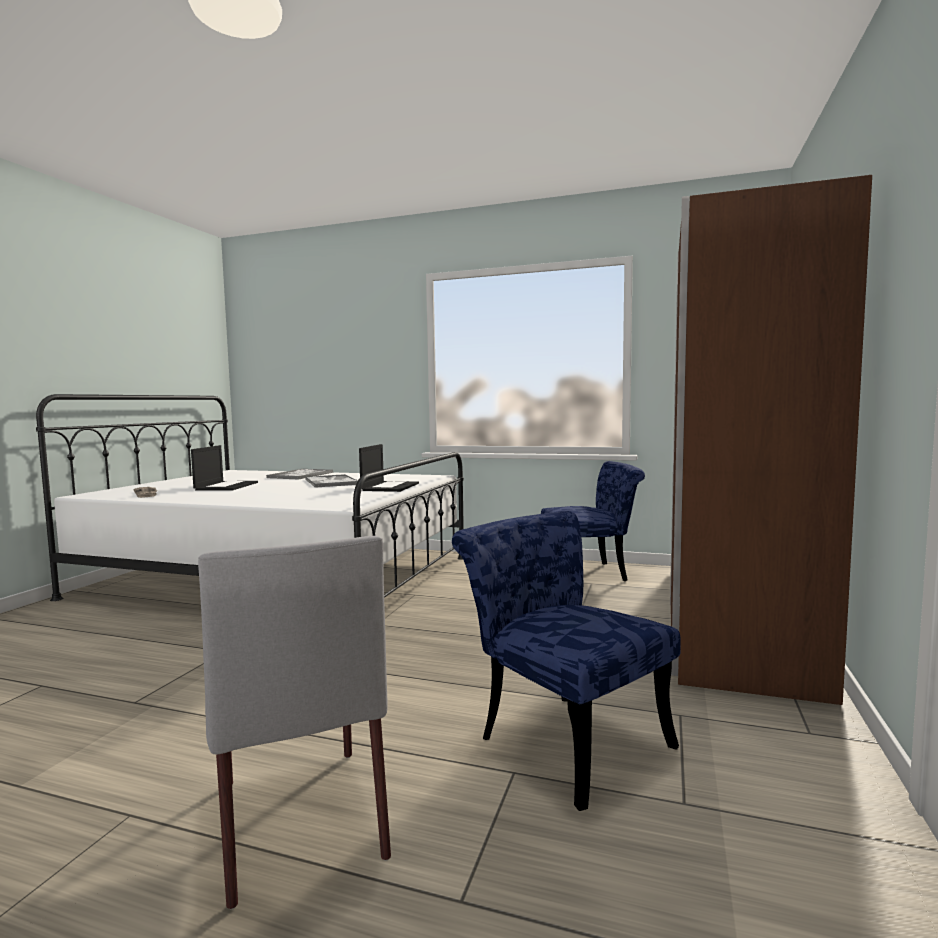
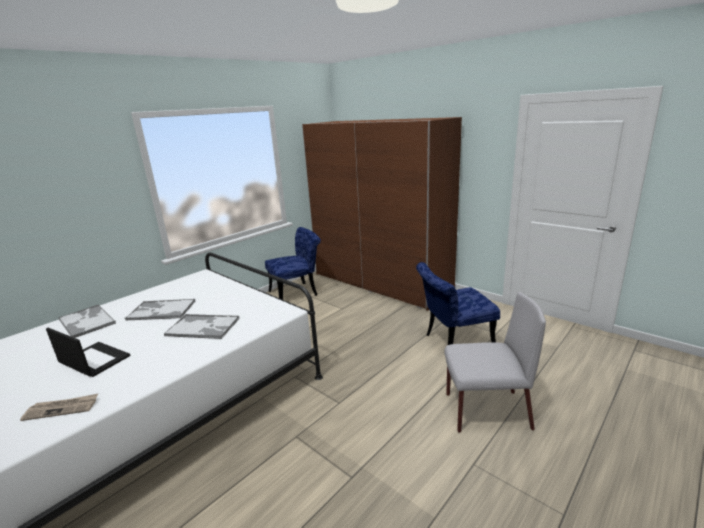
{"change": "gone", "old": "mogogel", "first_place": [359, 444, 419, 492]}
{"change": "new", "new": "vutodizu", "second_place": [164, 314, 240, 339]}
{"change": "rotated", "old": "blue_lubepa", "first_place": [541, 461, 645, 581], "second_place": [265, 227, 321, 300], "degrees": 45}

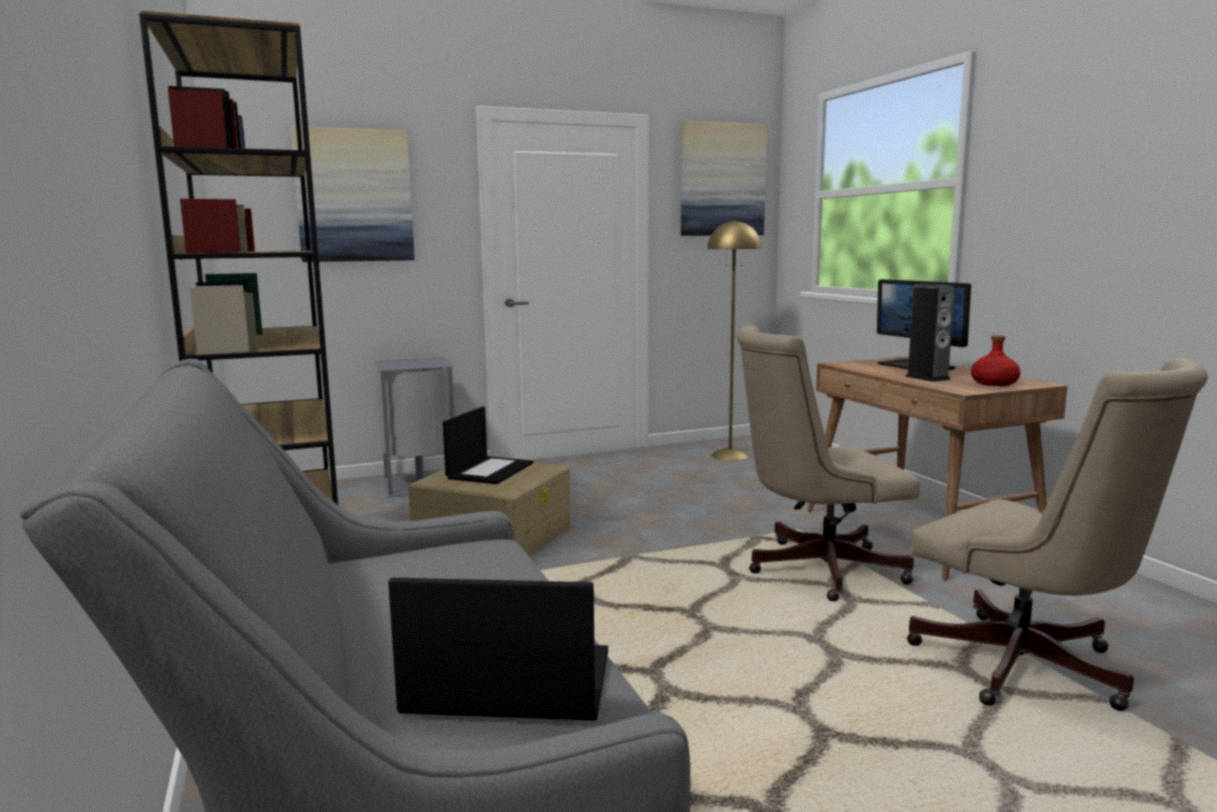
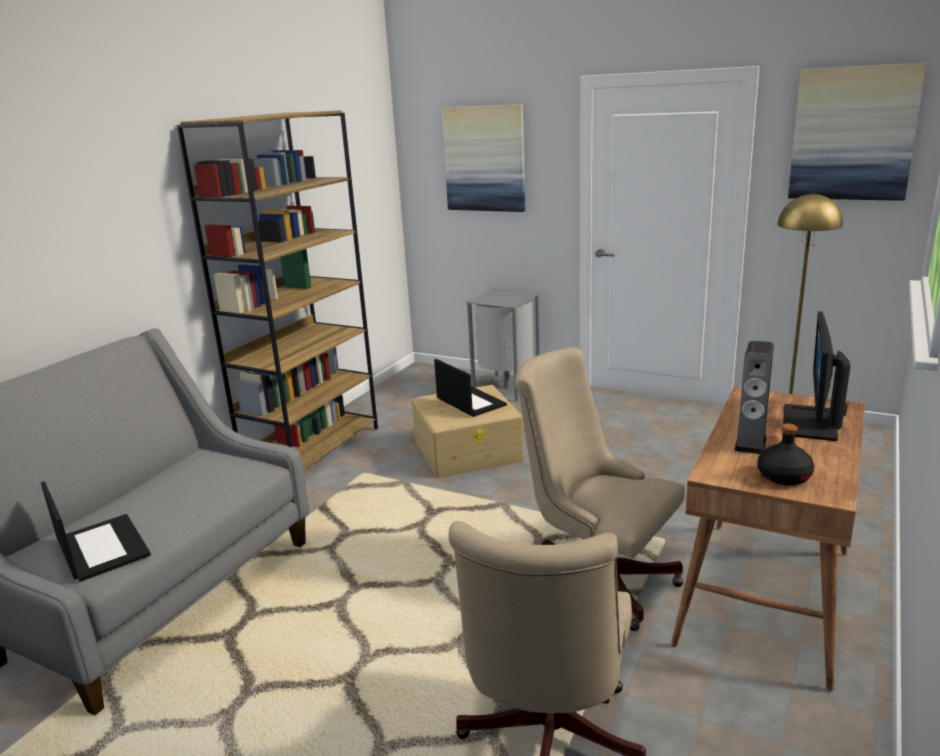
{"change": "repainted", "old": "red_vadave", "new": "black_vadave", "first_place": [971, 335, 1021, 386], "second_place": [757, 424, 814, 485]}
{"change": "rotated", "old": "mogogel", "first_place": [443, 406, 533, 484], "second_place": [434, 359, 507, 417], "degrees": -105}

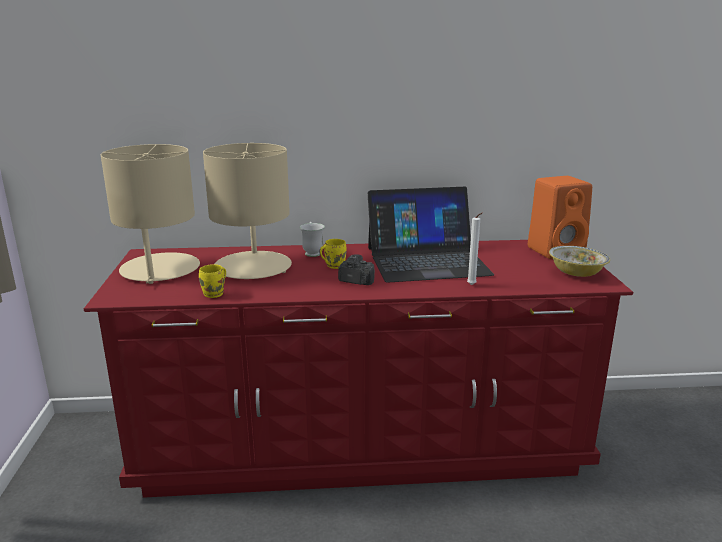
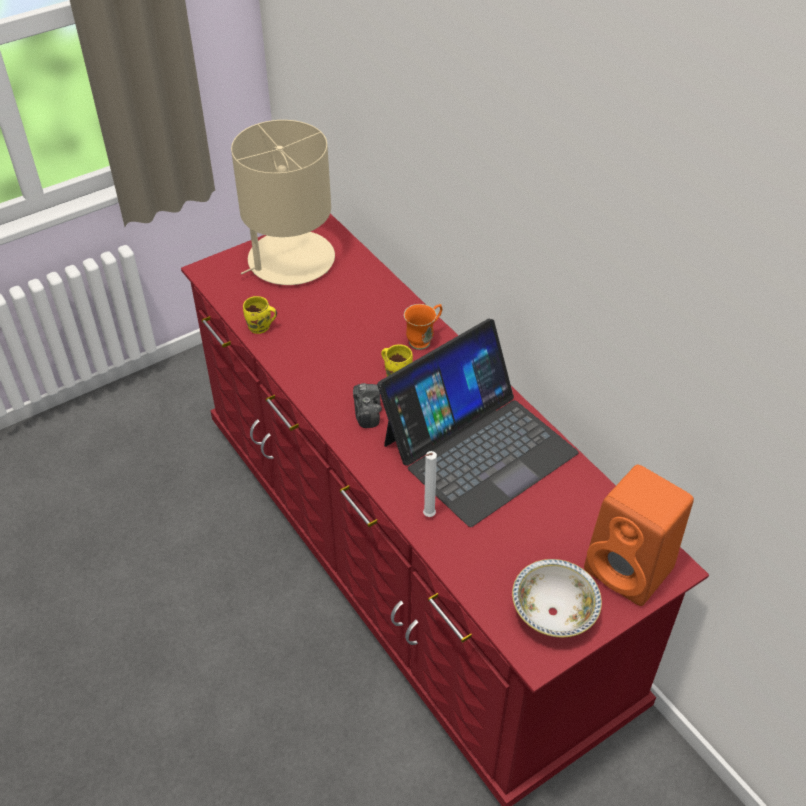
{"change": "gone", "old": "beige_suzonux", "first_place": [203, 143, 292, 279]}
{"change": "repainted", "old": "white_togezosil", "new": "orange_togezosil", "first_place": [300, 222, 325, 257], "second_place": [404, 304, 442, 350]}
{"change": "rotated", "old": "mogogel", "first_place": [367, 187, 494, 283], "second_place": [377, 318, 579, 527], "degrees": -90}

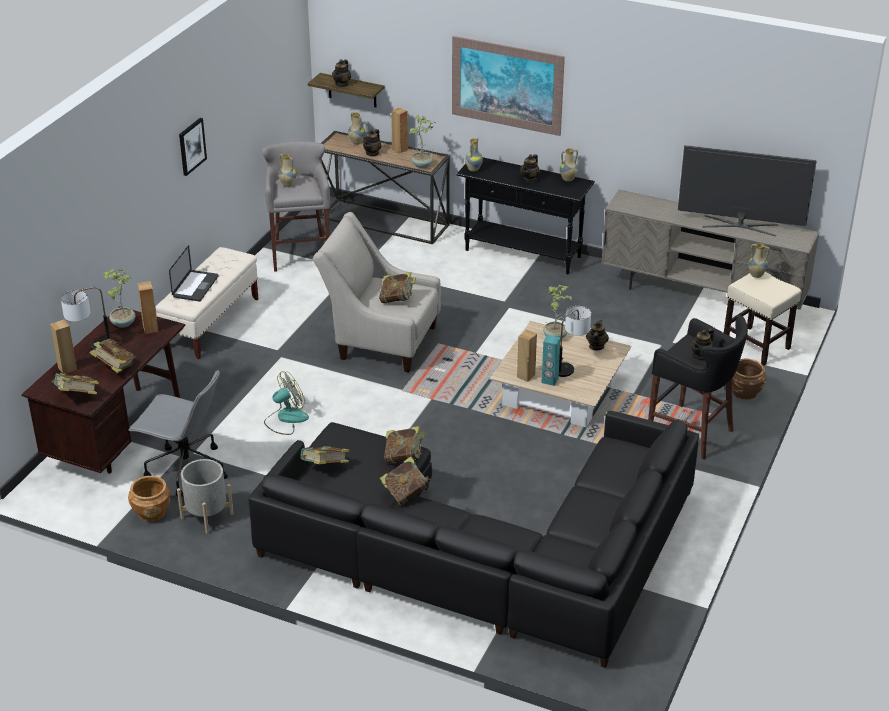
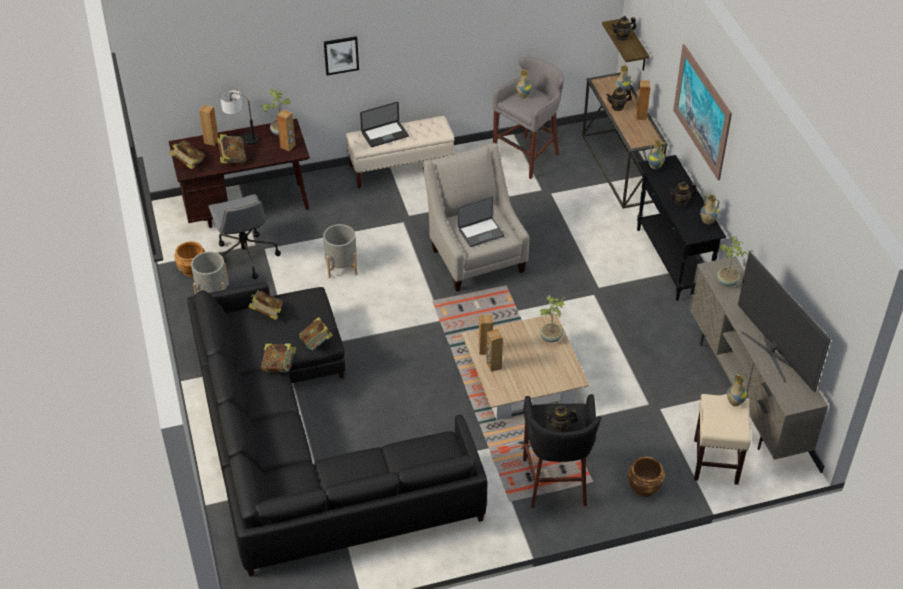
{"change": "gone", "old": "suzonux", "first_place": [559, 306, 591, 377]}
{"change": "gone", "old": "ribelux", "first_place": [586, 320, 609, 351]}
{"change": "shifted", "old": "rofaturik", "first_place": [179, 118, 207, 176], "second_place": [324, 36, 359, 75]}
{"change": "shifted", "old": "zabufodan", "first_place": [409, 115, 436, 168], "second_place": [717, 236, 754, 287]}
{"change": "swapped", "old": "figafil", "new": "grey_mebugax", "first_place": [264, 371, 309, 435], "second_place": [323, 224, 358, 278]}
{"change": "swapped", "old": "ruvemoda", "new": "mogogel", "first_place": [379, 272, 416, 304], "second_place": [458, 196, 505, 247]}
{"change": "repainted", "old": "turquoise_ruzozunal", "new": "brown_ruzozunal", "first_place": [541, 335, 560, 386], "second_place": [486, 329, 503, 372]}

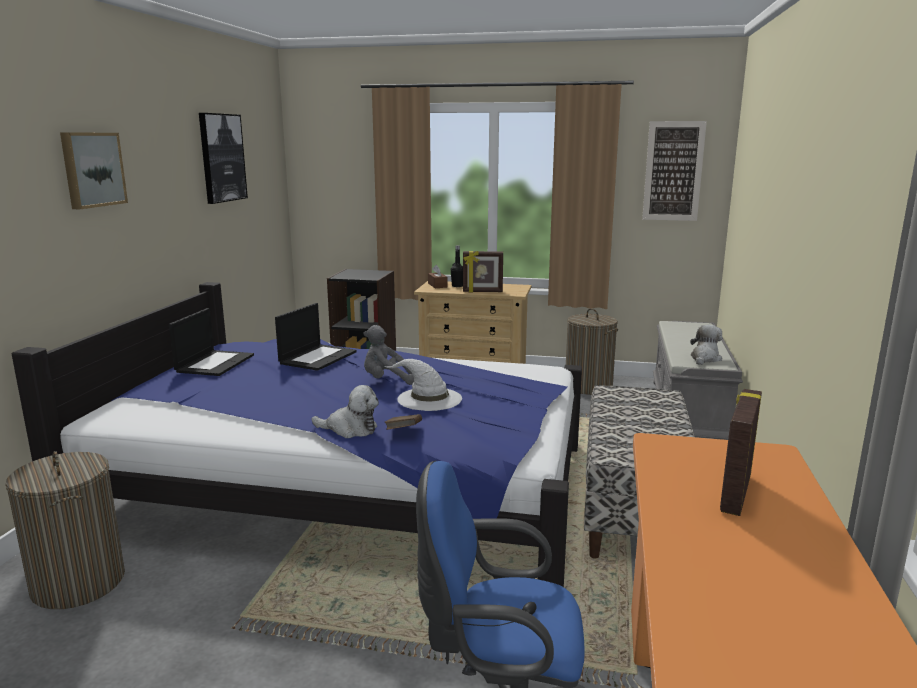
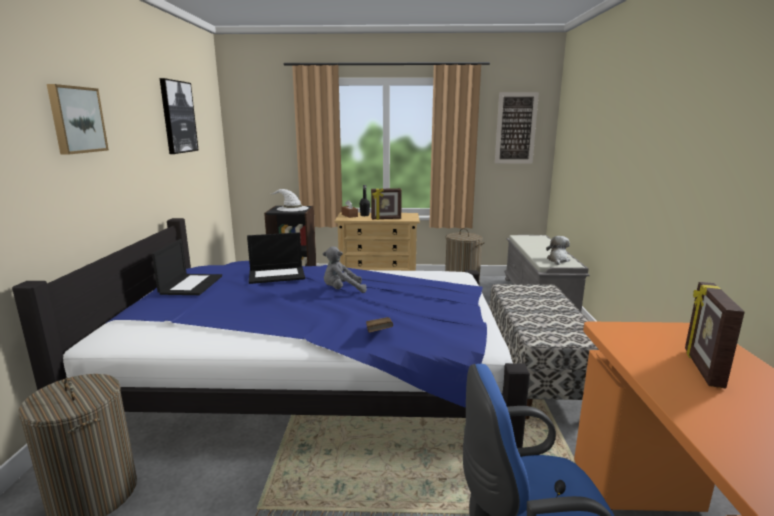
{"change": "gone", "old": "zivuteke", "first_place": [311, 385, 379, 438]}
{"change": "shifted", "old": "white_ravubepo", "first_place": [385, 359, 462, 411], "second_place": [269, 189, 308, 211]}
{"change": "rotated", "old": "mogogel", "first_place": [275, 303, 356, 371], "second_place": [247, 232, 305, 284], "degrees": 60}

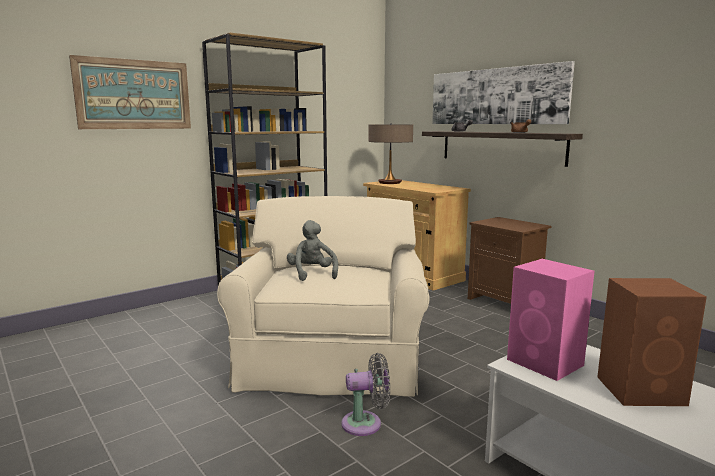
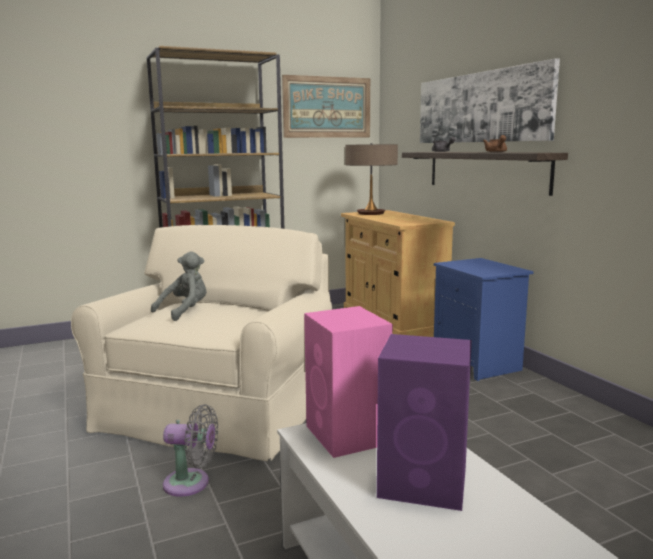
{"change": "shifted", "old": "rofaturik", "first_place": [69, 55, 191, 129], "second_place": [282, 75, 370, 138]}
{"change": "repainted", "old": "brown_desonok", "new": "blue_desonok", "first_place": [468, 217, 552, 304], "second_place": [434, 258, 534, 381]}
{"change": "repainted", "old": "brown_ruzozunal", "new": "purple_ruzozunal", "first_place": [597, 278, 707, 406], "second_place": [377, 334, 472, 511]}
{"change": "rotated", "old": "grey_zivuteke", "first_place": [287, 220, 338, 281], "second_place": [151, 252, 206, 321], "degrees": 45}

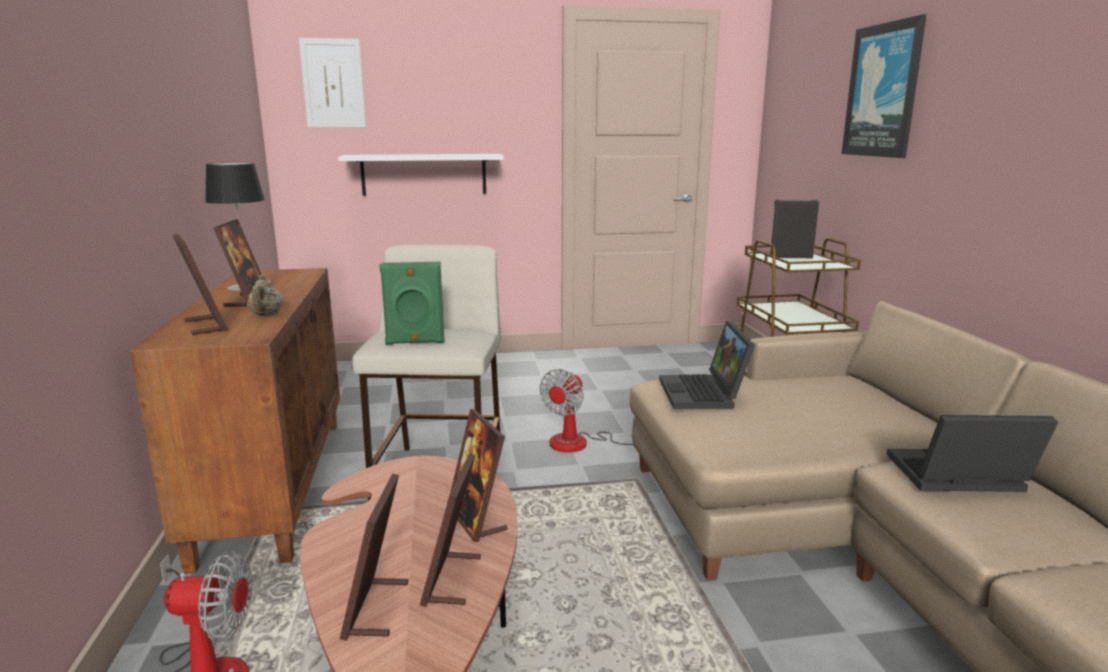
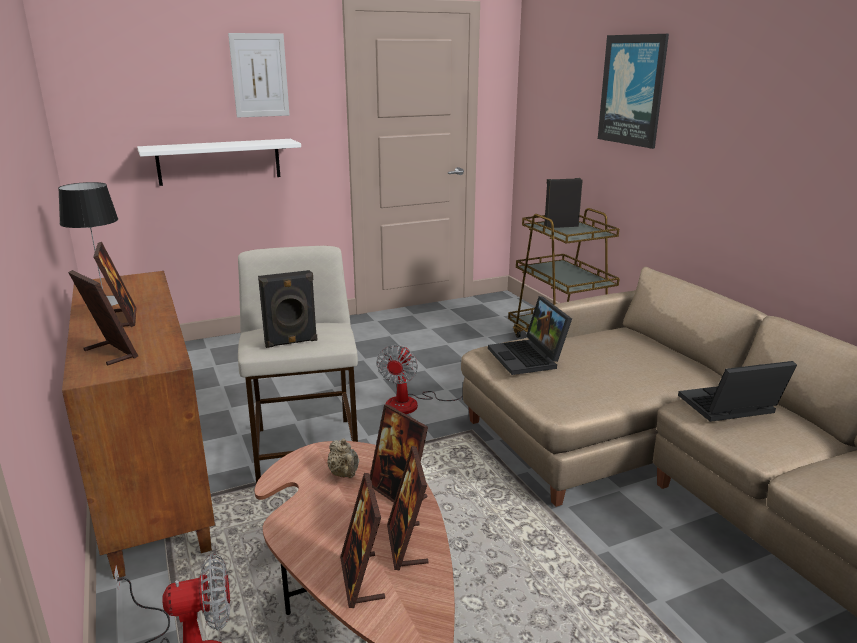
{"change": "shifted", "old": "beige_ribelux", "first_place": [247, 274, 283, 316], "second_place": [327, 438, 359, 478]}
{"change": "shifted", "old": "rofaturik", "first_place": [299, 38, 366, 128], "second_place": [228, 33, 290, 118]}
{"change": "repainted", "old": "green_ruzozunal", "new": "black_ruzozunal", "first_place": [379, 262, 445, 345], "second_place": [258, 270, 318, 348]}

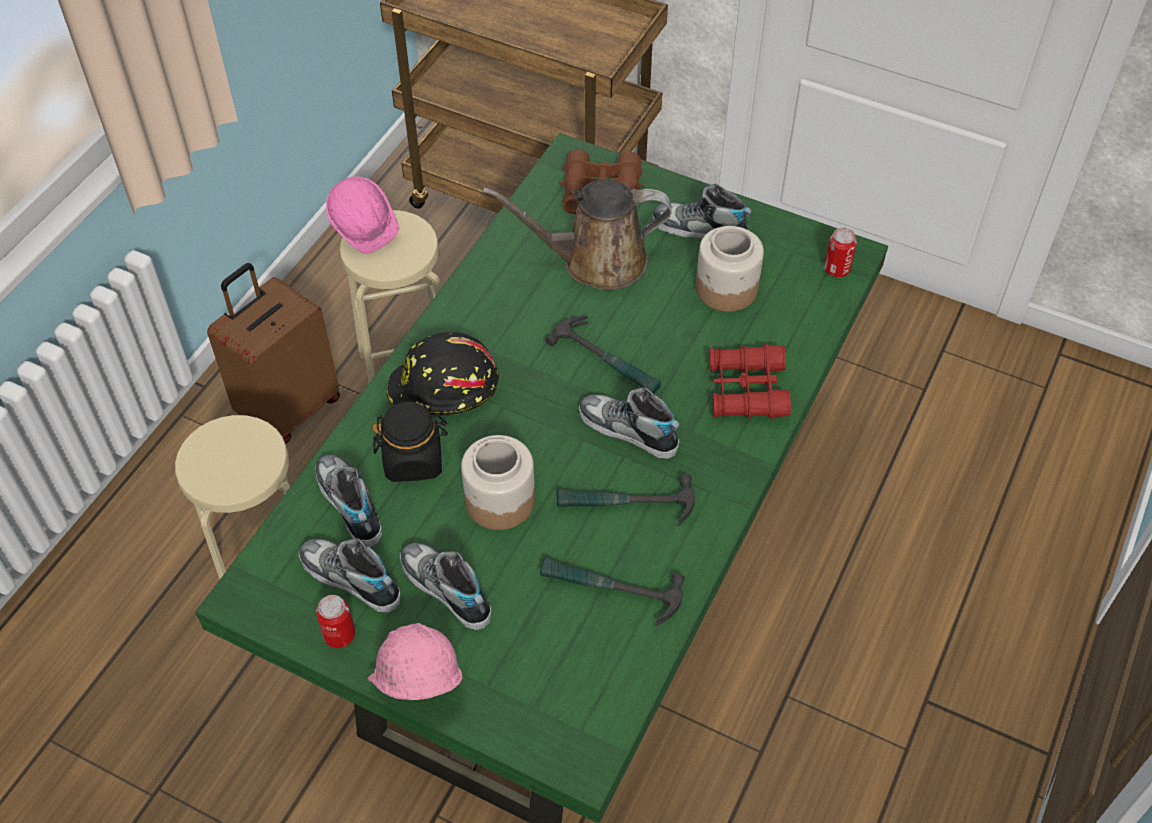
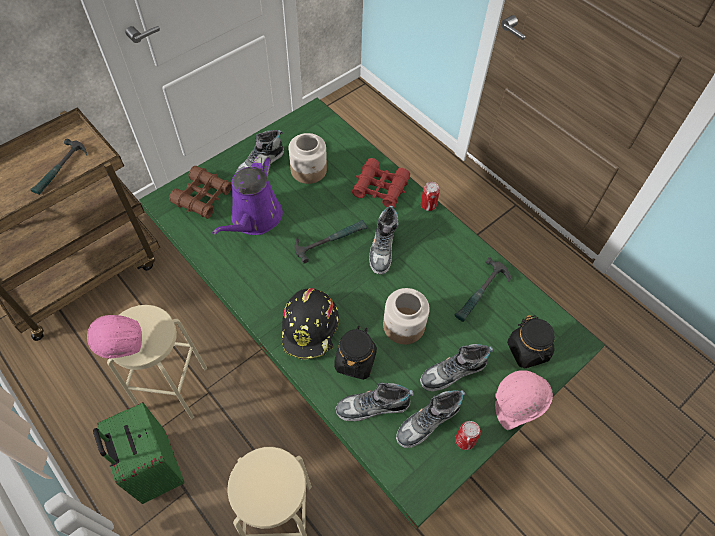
{"change": "new", "new": "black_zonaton", "second_place": [507, 315, 555, 369]}
{"change": "shifted", "old": "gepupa", "first_place": [557, 474, 695, 526], "second_place": [30, 139, 87, 195]}
{"change": "shifted", "old": "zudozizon", "first_place": [824, 228, 857, 277], "second_place": [421, 182, 440, 211]}
{"change": "repainted", "old": "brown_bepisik", "new": "green_bepisik", "first_place": [207, 263, 340, 444], "second_place": [93, 402, 184, 504]}
{"change": "repainted", "old": "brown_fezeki", "new": "purple_fezeki", "first_place": [482, 180, 672, 290], "second_place": [212, 154, 283, 235]}
{"change": "rotated", "old": "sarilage", "first_place": [579, 387, 680, 459], "second_place": [369, 205, 399, 275], "degrees": -45}

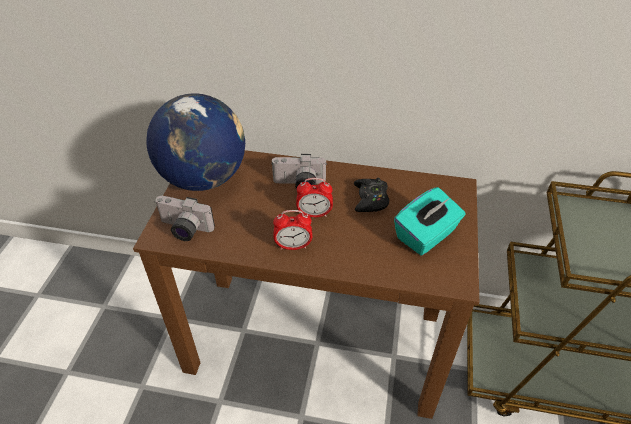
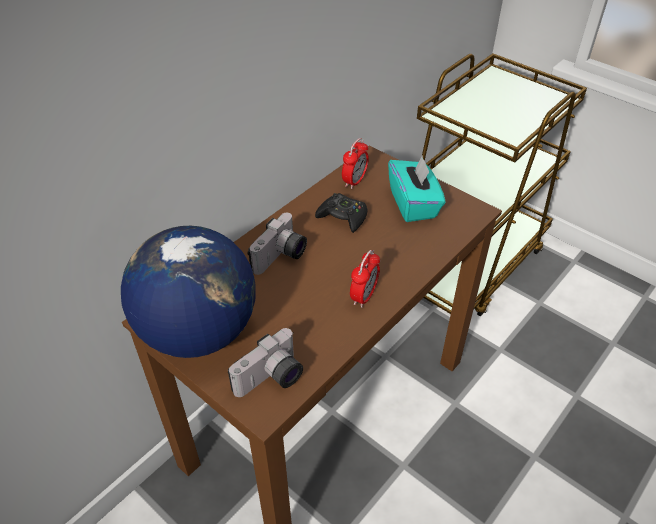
{"change": "shifted", "old": "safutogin", "first_place": [296, 178, 333, 217], "second_place": [342, 138, 369, 189]}

